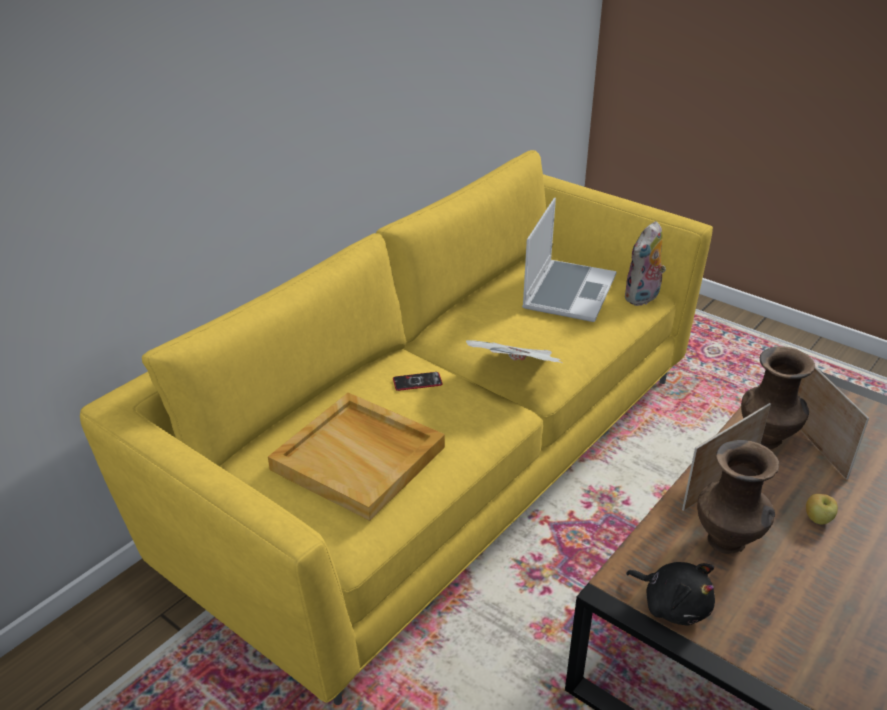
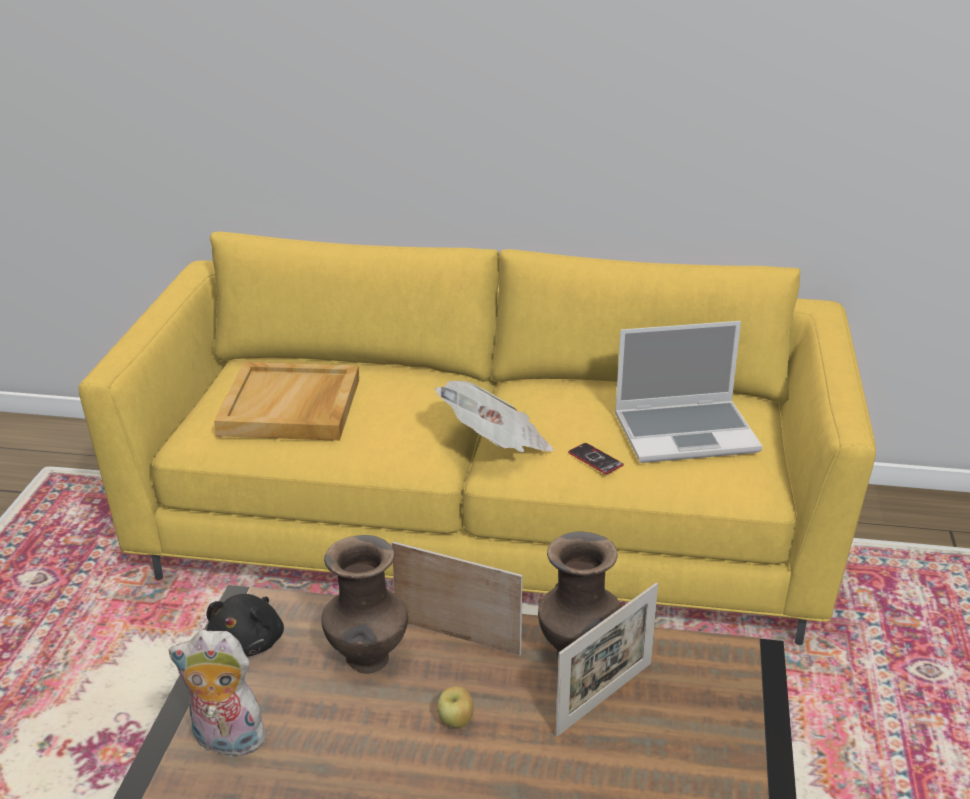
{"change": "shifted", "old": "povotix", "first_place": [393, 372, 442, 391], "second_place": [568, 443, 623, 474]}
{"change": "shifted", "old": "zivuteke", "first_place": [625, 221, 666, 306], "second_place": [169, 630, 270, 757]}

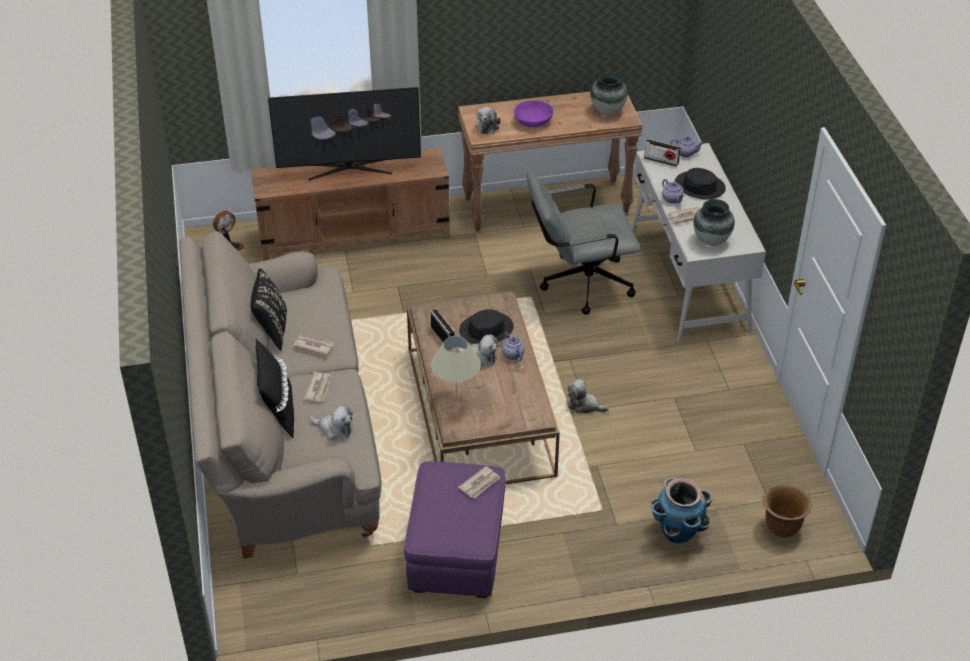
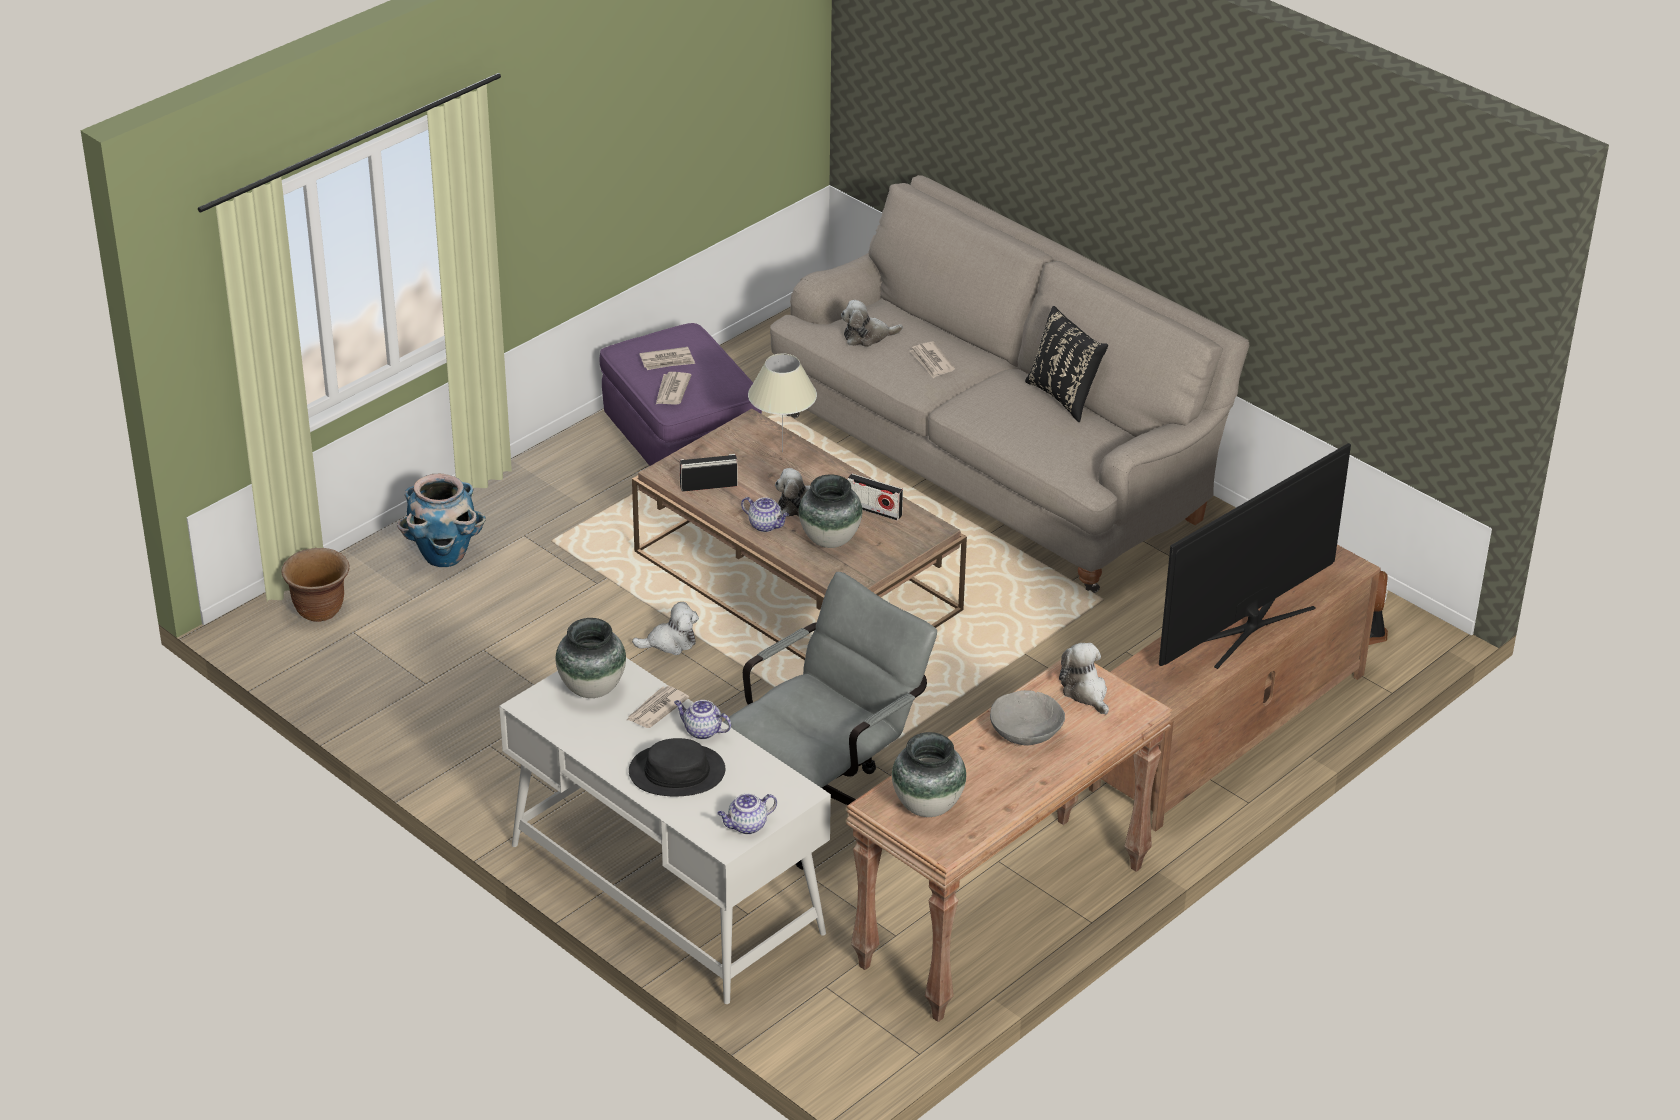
{"change": "gone", "old": "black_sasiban", "first_place": [255, 338, 294, 438]}
{"change": "shifted", "old": "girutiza", "first_place": [293, 335, 334, 355], "second_place": [639, 347, 695, 370]}
{"change": "shifted", "old": "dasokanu", "first_place": [644, 139, 681, 167], "second_place": [680, 454, 738, 492]}
{"change": "swapped", "old": "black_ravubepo", "new": "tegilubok", "first_place": [459, 309, 513, 344], "second_place": [799, 474, 862, 548]}
{"change": "repainted", "old": "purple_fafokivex", "new": "grey_fafokivex", "first_place": [514, 100, 554, 127], "second_place": [990, 690, 1065, 745]}

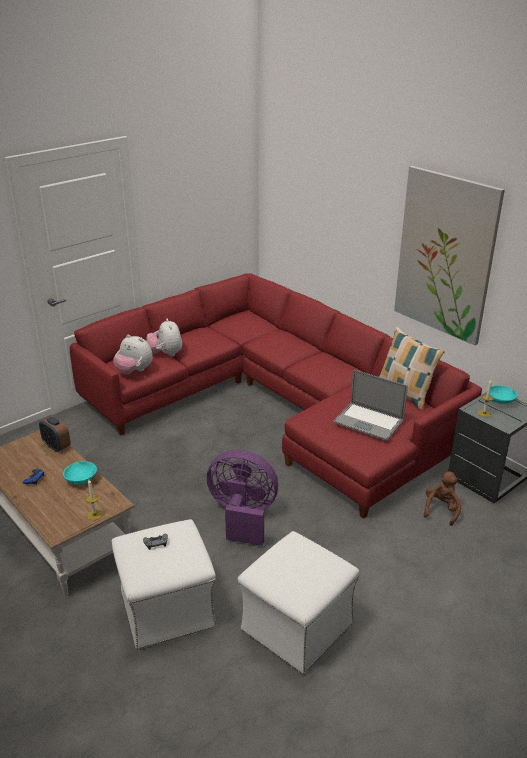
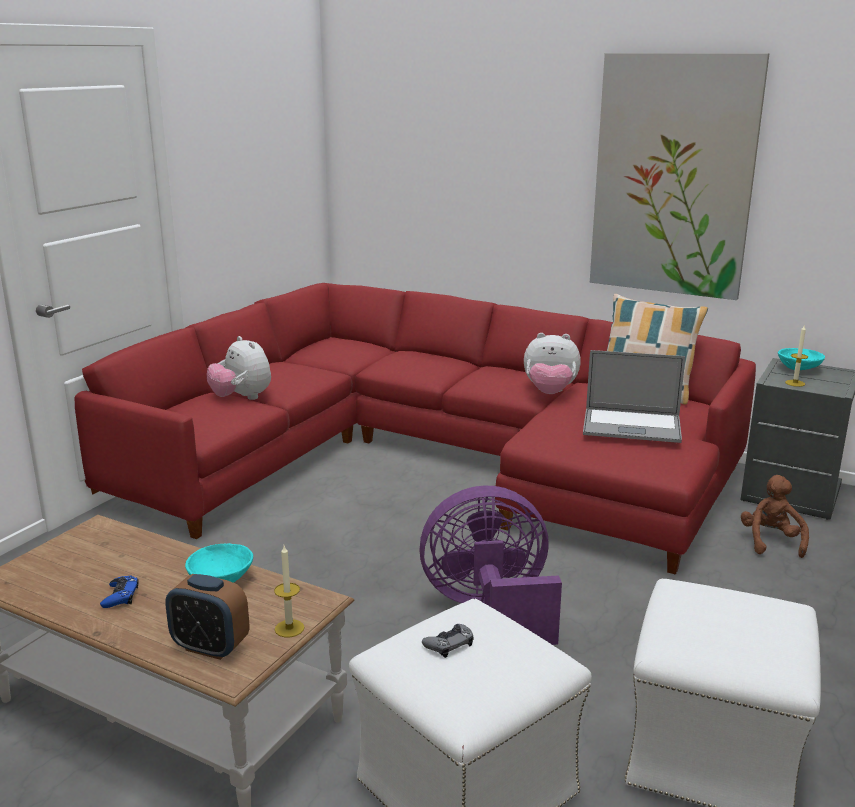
{"change": "shifted", "old": "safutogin", "first_place": [39, 416, 71, 452], "second_place": [165, 574, 249, 660]}
{"change": "shifted", "old": "zivuteke", "first_place": [113, 335, 153, 374], "second_place": [524, 333, 581, 394]}

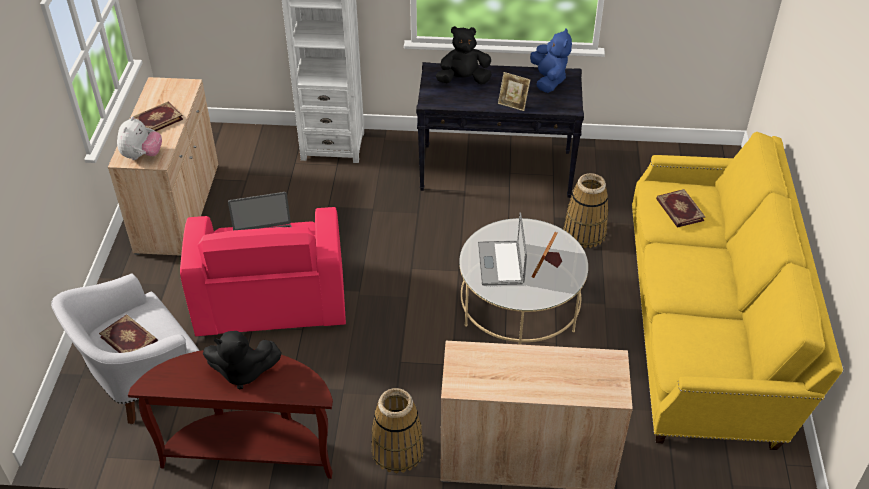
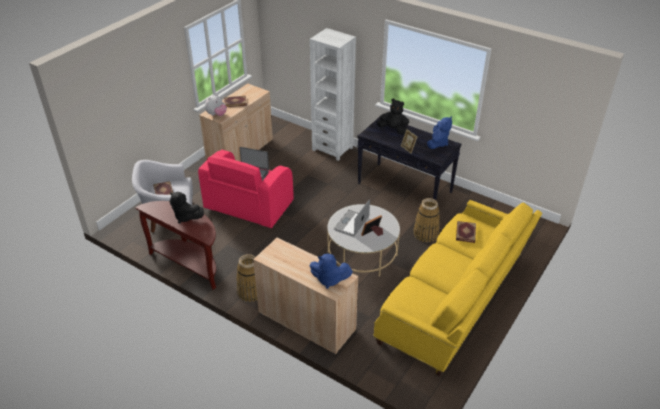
{"change": "new", "new": "blue_zivuteke", "second_place": [309, 254, 353, 289]}

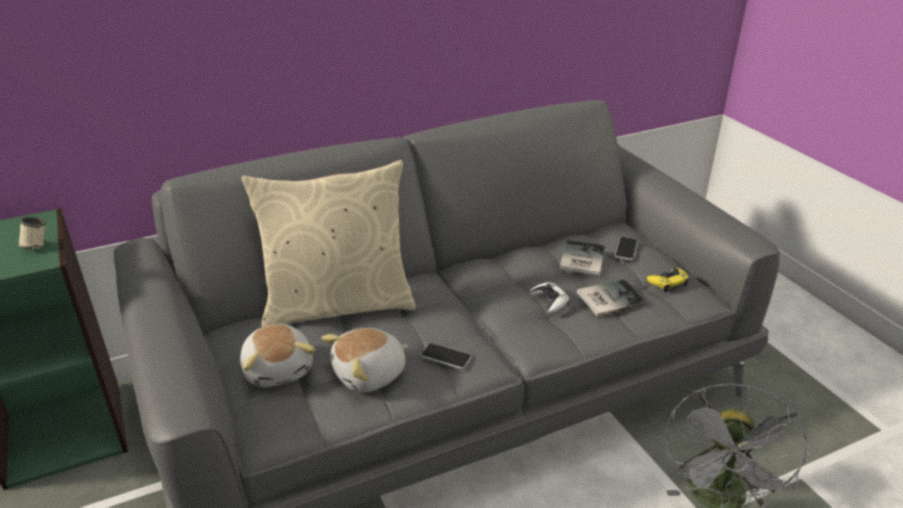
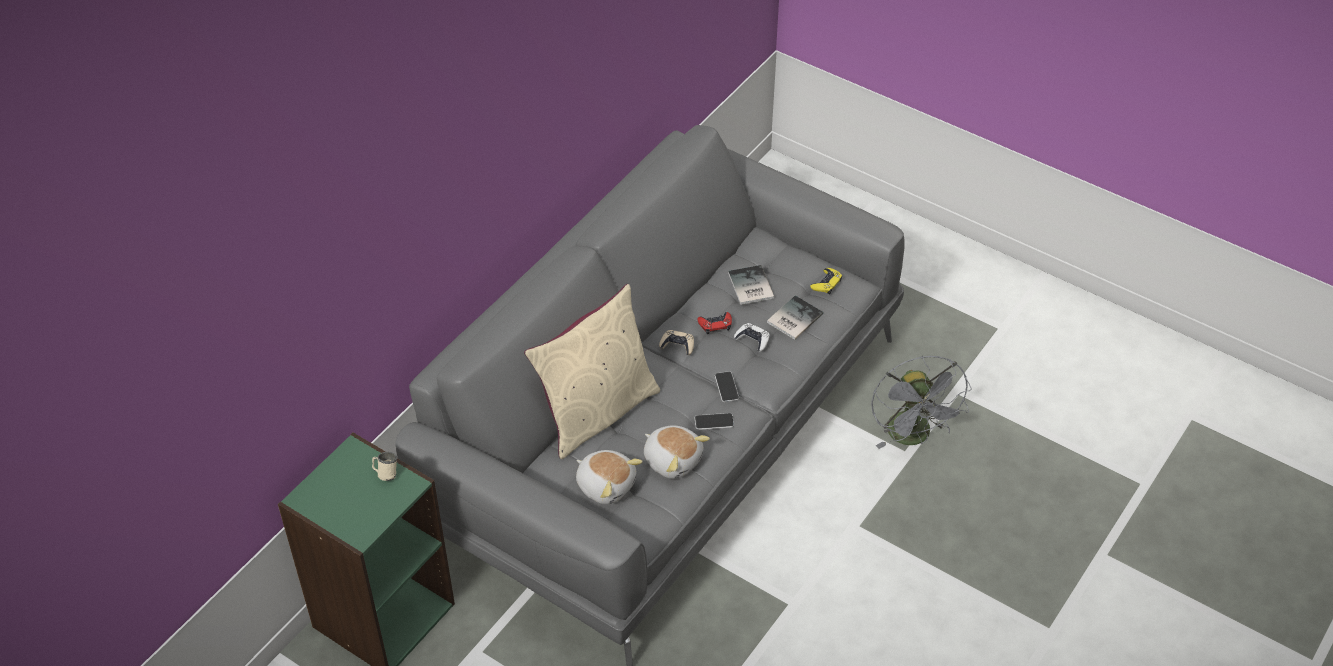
{"change": "new", "new": "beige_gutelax", "second_place": [659, 330, 694, 355]}
{"change": "new", "new": "red_gutelax", "second_place": [697, 312, 732, 334]}
{"change": "shifted", "old": "povotix", "first_place": [615, 237, 638, 260], "second_place": [715, 371, 739, 402]}
{"change": "rotated", "old": "zivuteke", "first_place": [322, 328, 408, 392], "second_place": [644, 425, 710, 479], "degrees": -75}

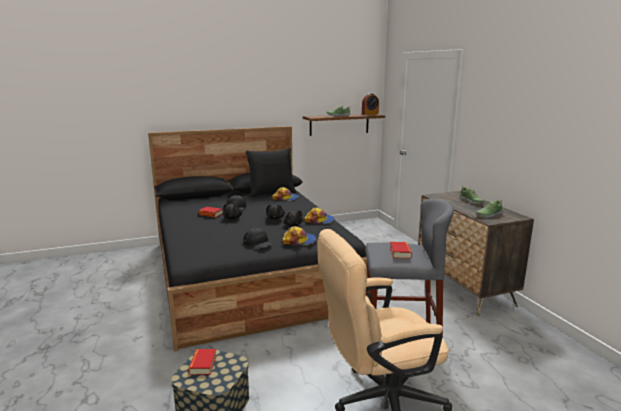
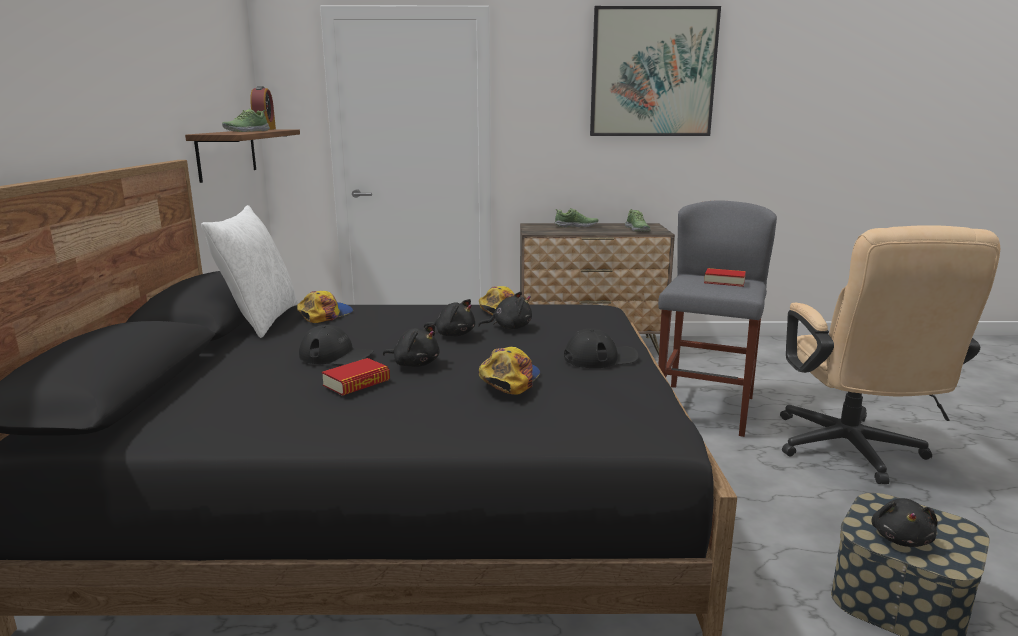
{"change": "new", "new": "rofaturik", "second_place": [590, 6, 721, 136]}
{"change": "shifted", "old": "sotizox", "first_place": [282, 226, 316, 245], "second_place": [478, 347, 540, 395]}
{"change": "swapped", "old": "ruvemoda", "new": "black_zivuteke", "first_place": [188, 349, 217, 375], "second_place": [871, 498, 938, 547]}
{"change": "repainted", "old": "black_sasiban", "new": "white_sasiban", "first_place": [246, 148, 296, 197], "second_place": [201, 205, 298, 338]}

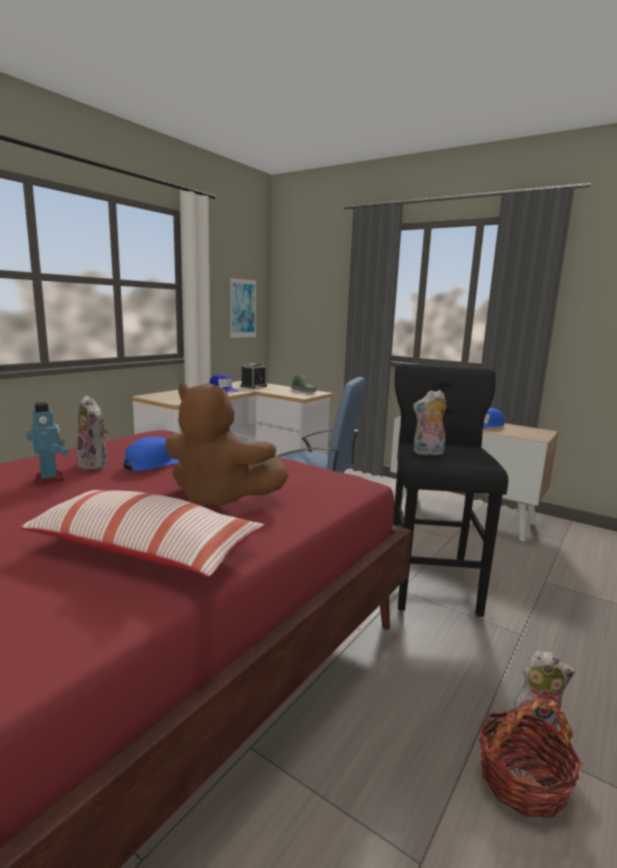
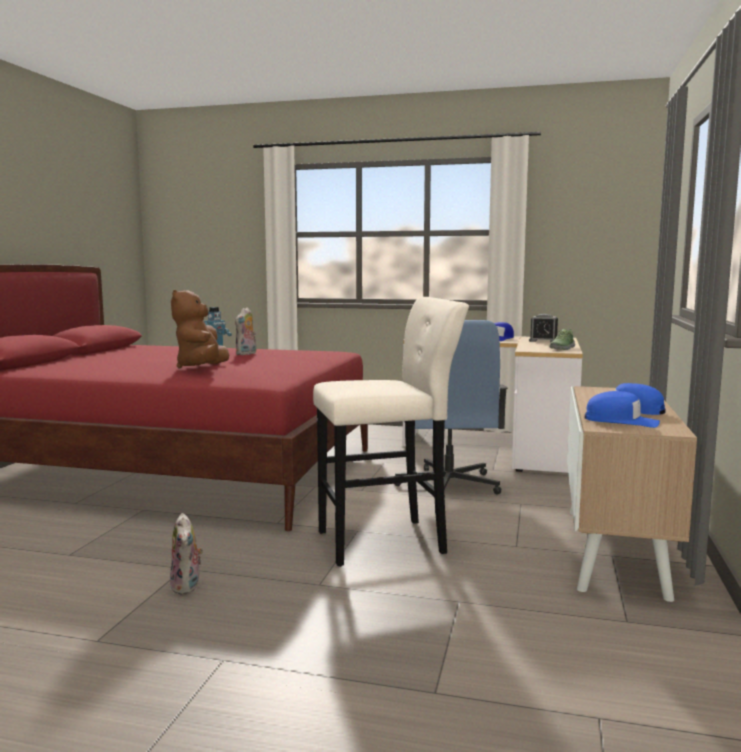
{"change": "gone", "old": "sasiban", "first_place": [19, 490, 264, 577]}
{"change": "gone", "old": "rofaturik", "first_place": [230, 277, 257, 339]}
{"change": "gone", "old": "zivuteke", "first_place": [413, 390, 446, 455]}
{"change": "gone", "old": "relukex", "first_place": [479, 697, 582, 819]}
{"change": "shifted", "old": "blue_sotizox", "first_place": [124, 436, 179, 471], "second_place": [584, 391, 660, 428]}
{"change": "repainted", "old": "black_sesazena", "new": "beige_sesazena", "first_place": [393, 363, 508, 617], "second_place": [313, 297, 469, 567]}

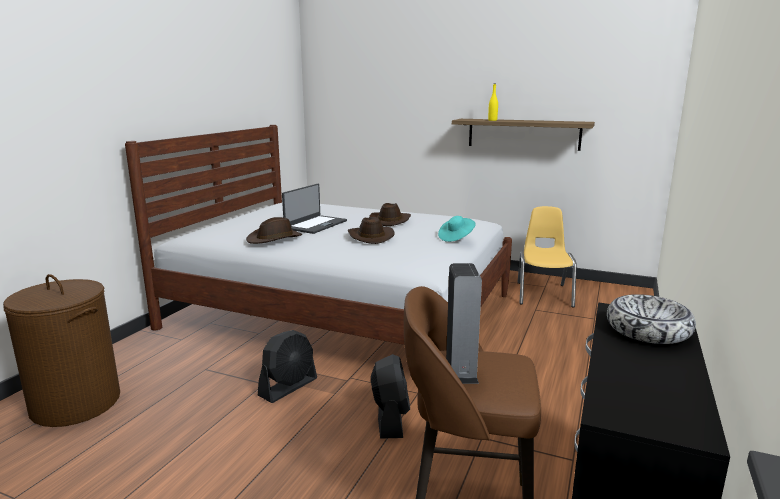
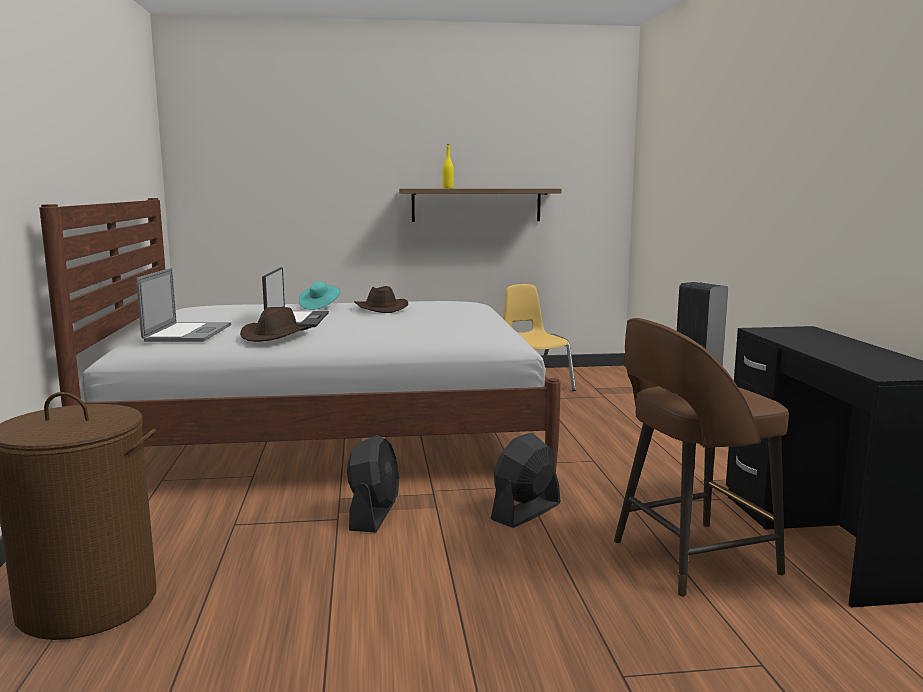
{"change": "gone", "old": "brown_ravubepo", "first_place": [348, 217, 395, 244]}
{"change": "gone", "old": "fafokivex", "first_place": [607, 294, 696, 344]}
{"change": "new", "new": "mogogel", "second_place": [136, 268, 231, 342]}
{"change": "shifted", "old": "turquoise_ravubepo", "first_place": [438, 216, 476, 242], "second_place": [299, 282, 341, 310]}
{"change": "rotated", "old": "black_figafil", "first_place": [371, 354, 410, 439], "second_place": [491, 433, 560, 528], "degrees": -105}

